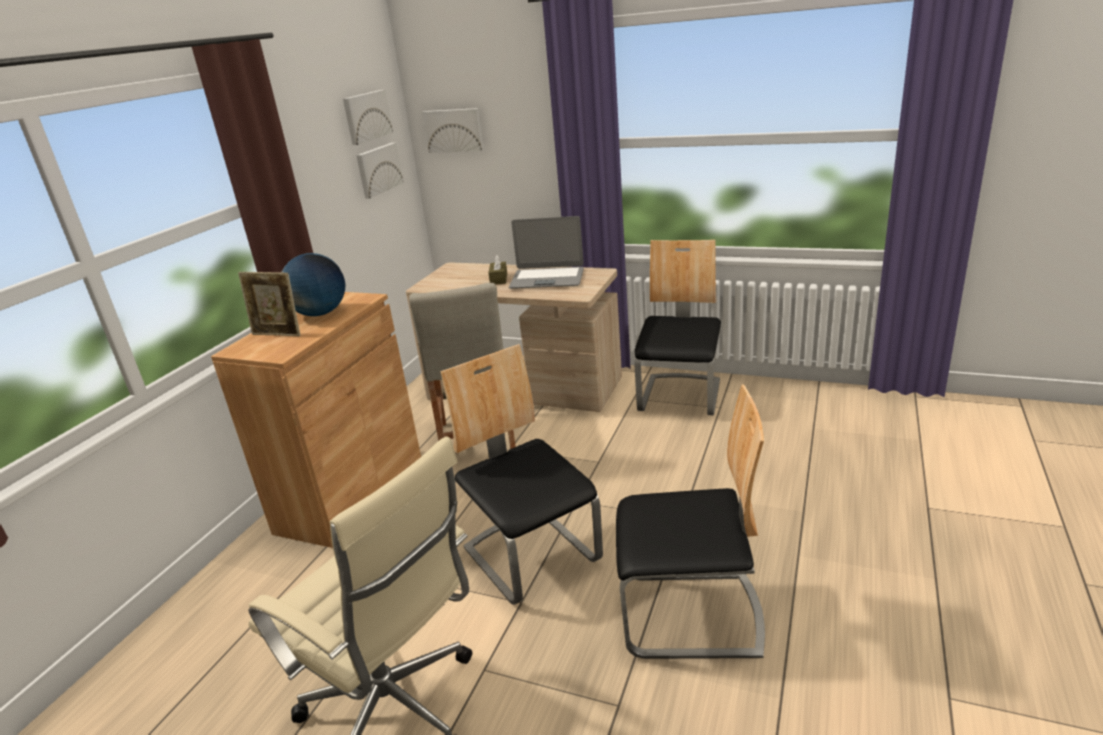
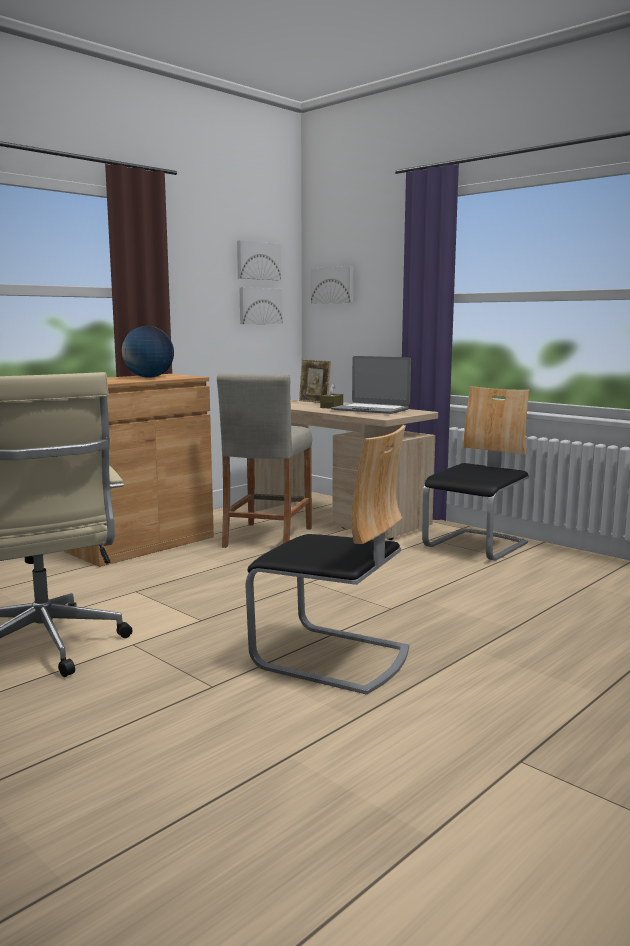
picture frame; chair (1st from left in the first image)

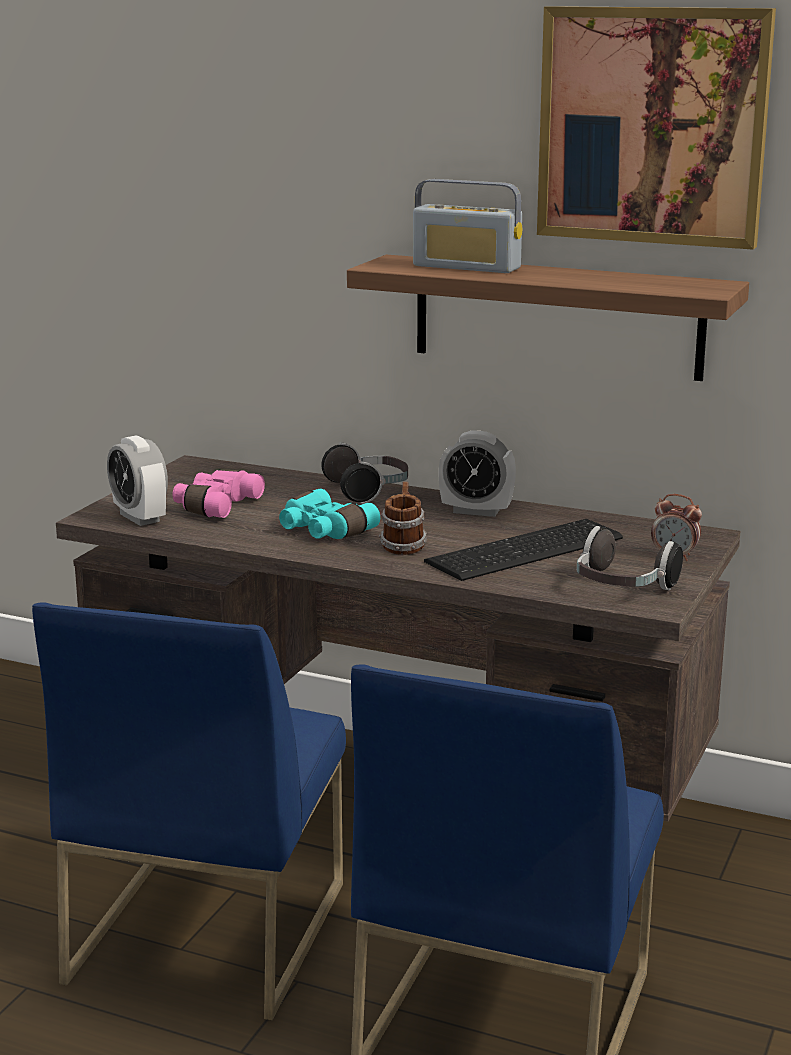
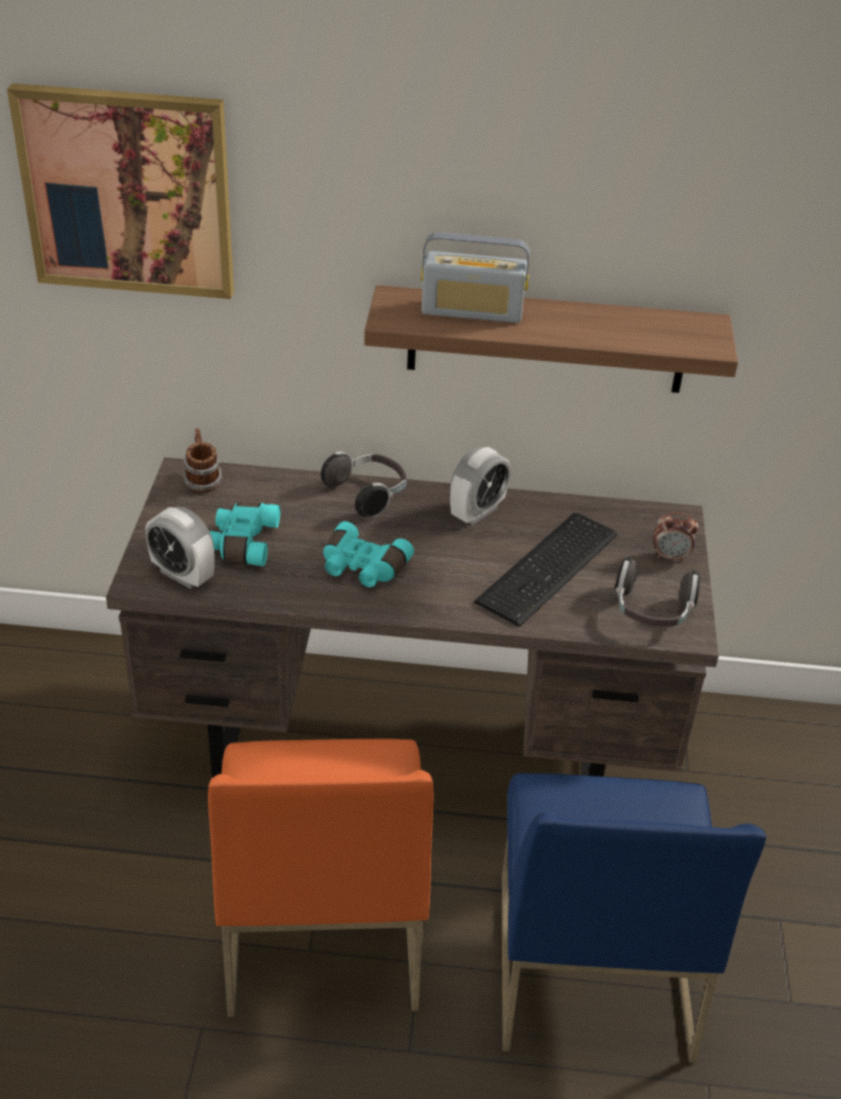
chair (orange); binoculars (turquoise) (1st from left); mug; alarm clock (2nd from left); picture

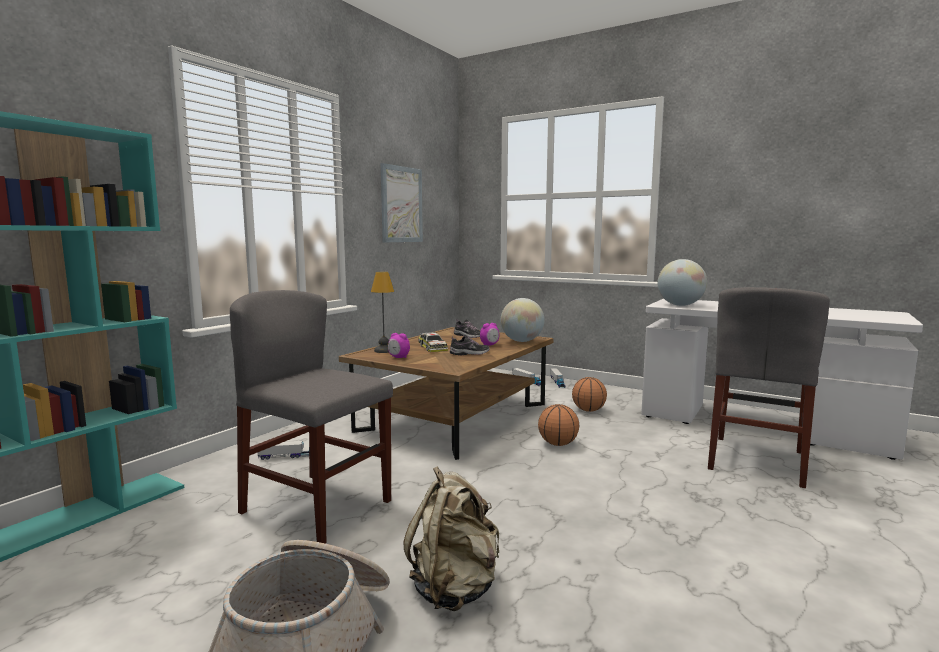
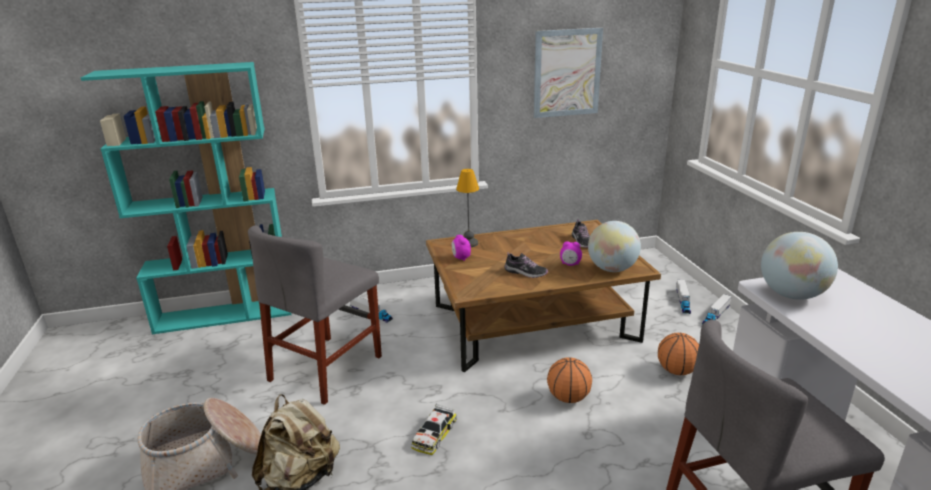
chair (grey) (1st from left); toy car

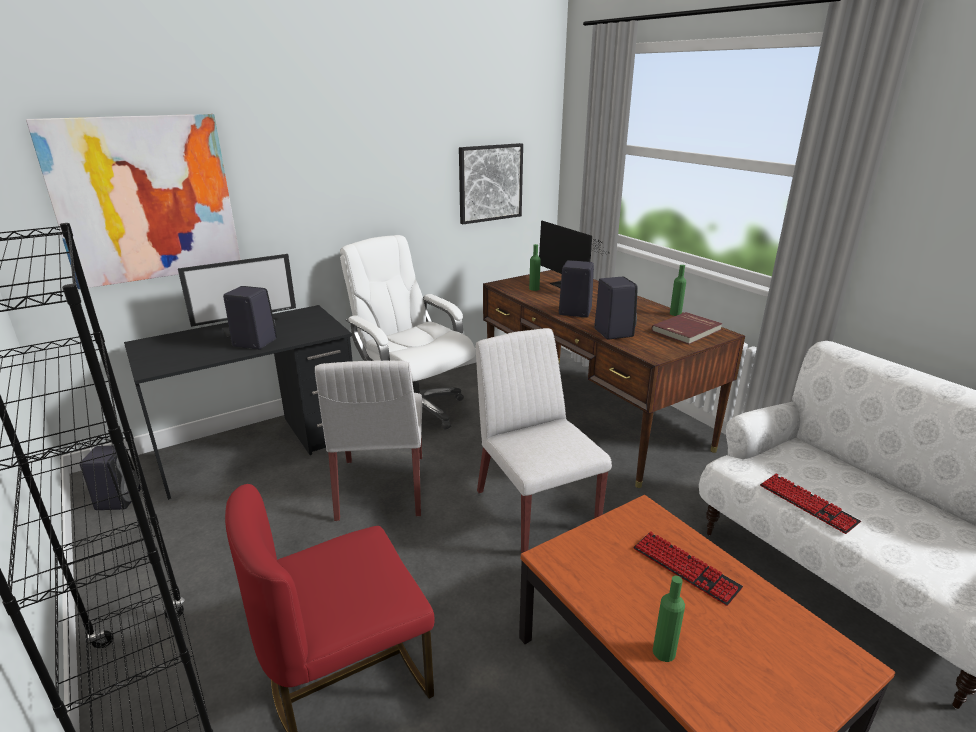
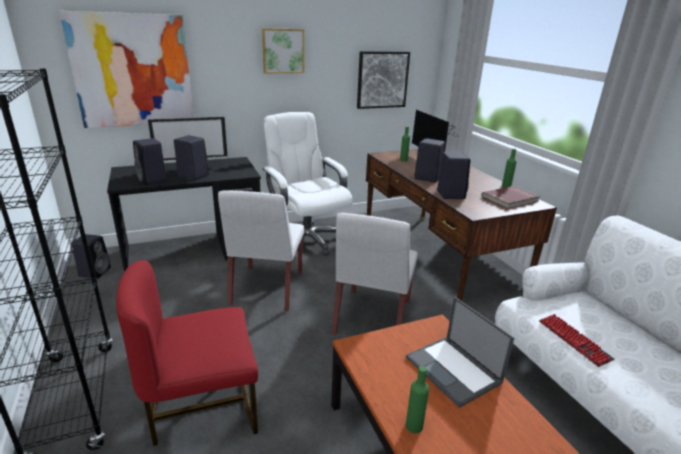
chair (white) (2nd from left); laptop; speaker (black) (2nd from left); picture (2nd from left)

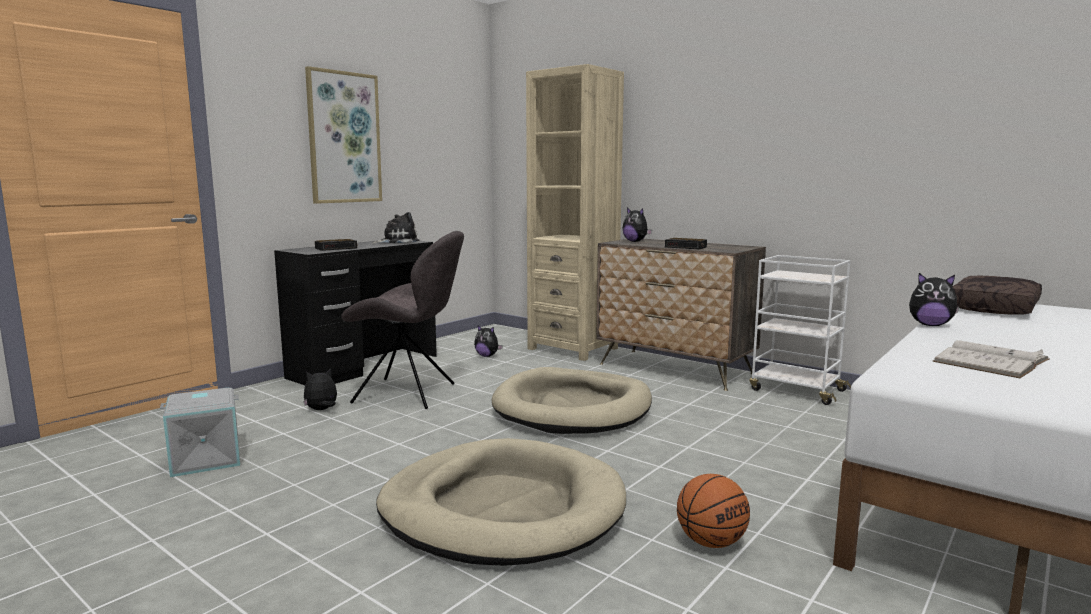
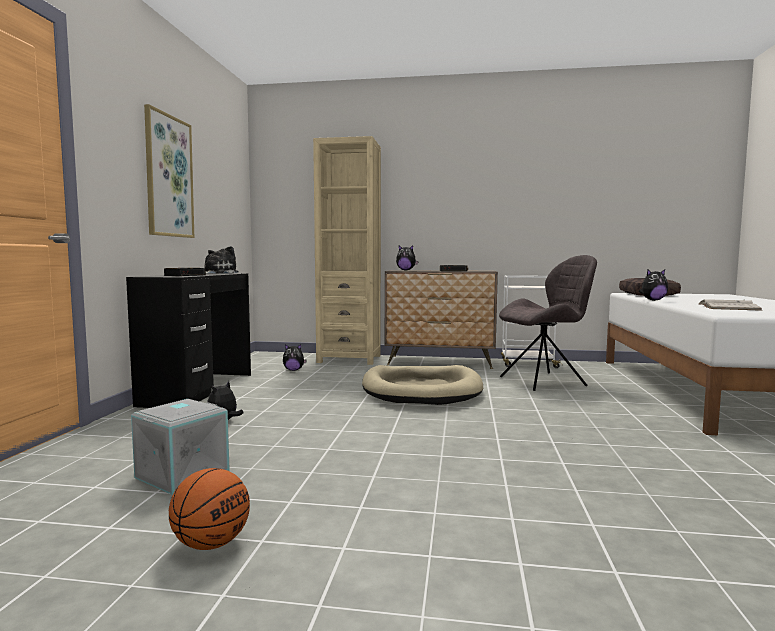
chair (grey); dog bed (beige) (1st from left in the first image); basketball

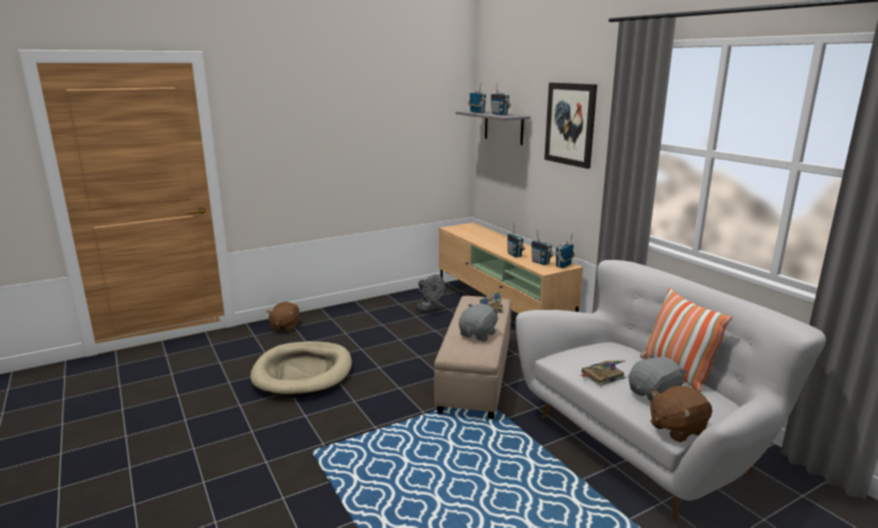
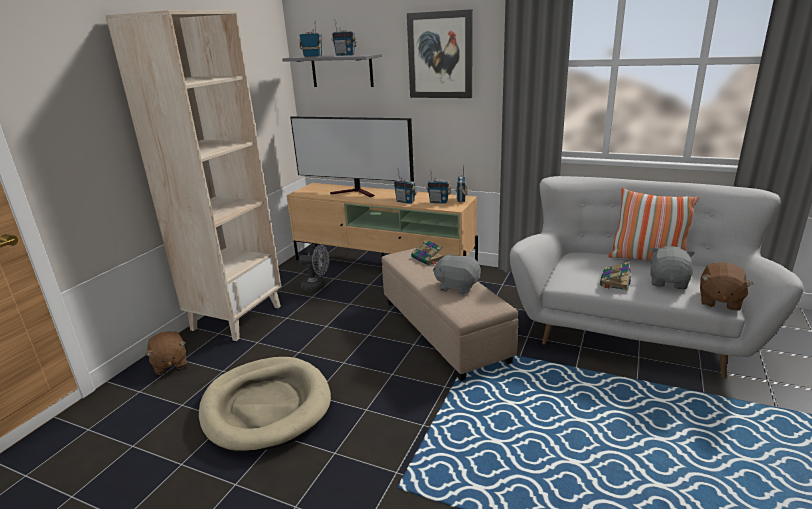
plush toy (grey) (1st from left); bookcase (beige); television

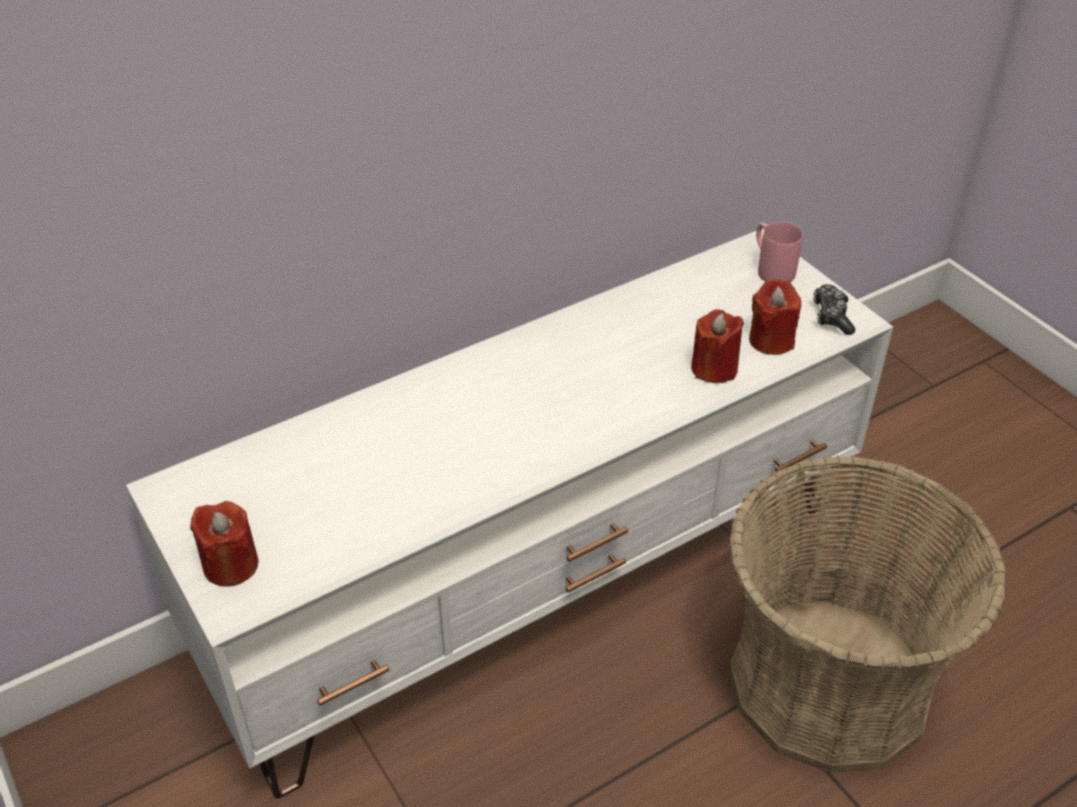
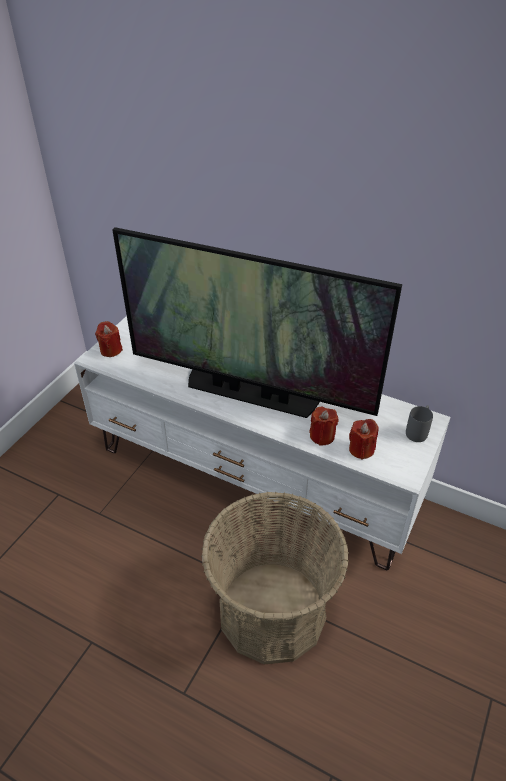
mug (grey); game controller; television

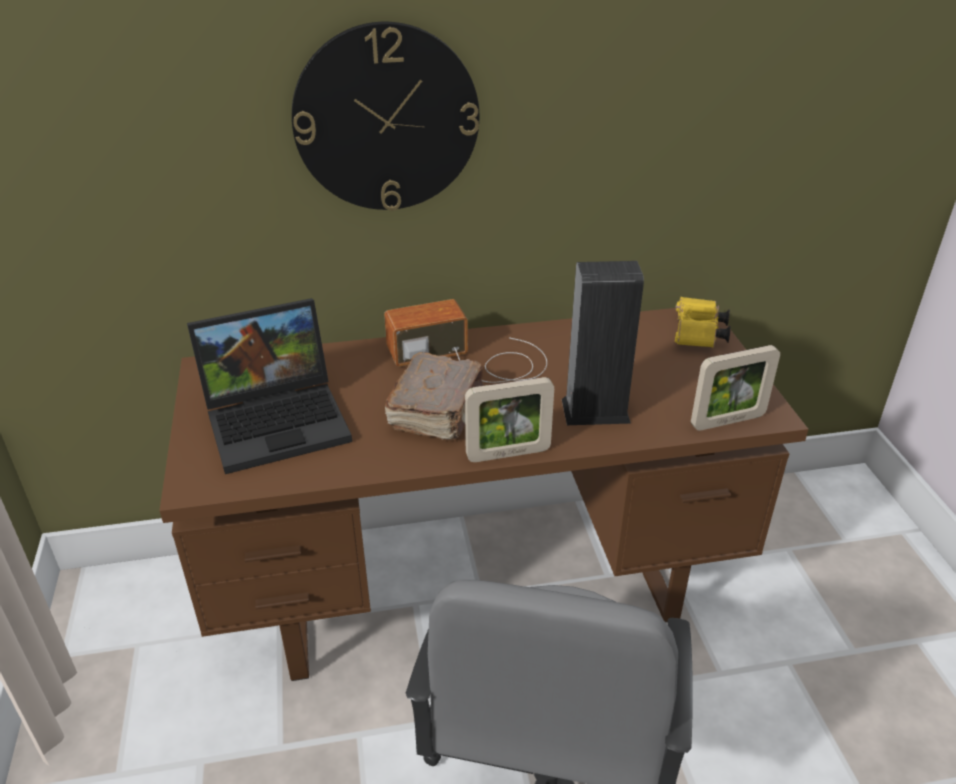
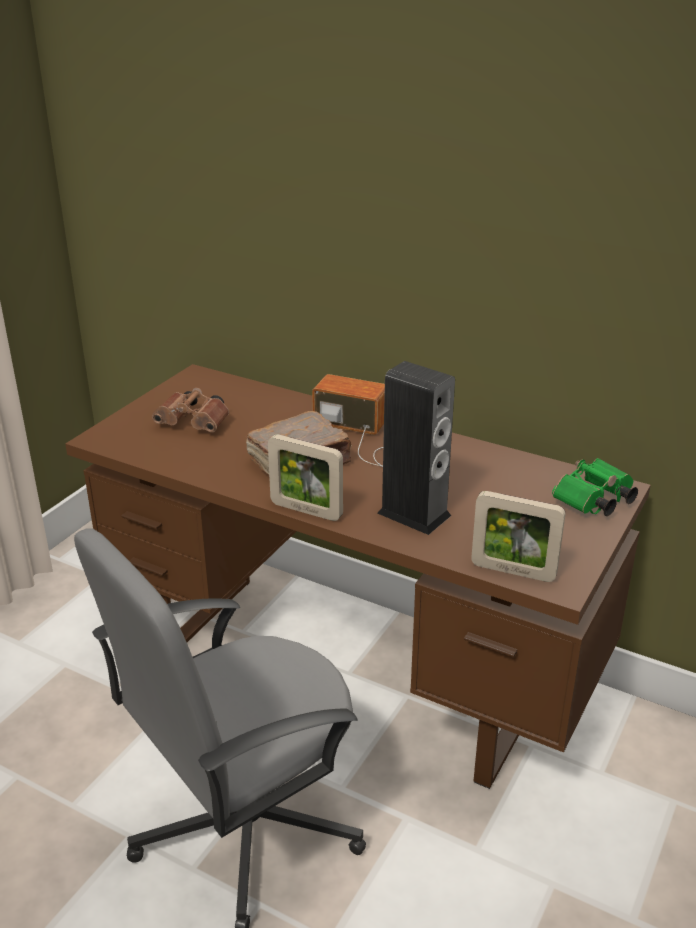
binoculars (brown); wall clock; binoculars (green)

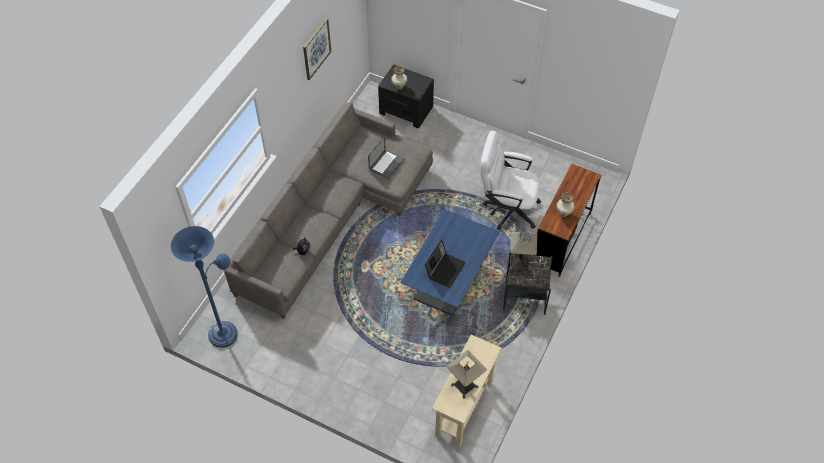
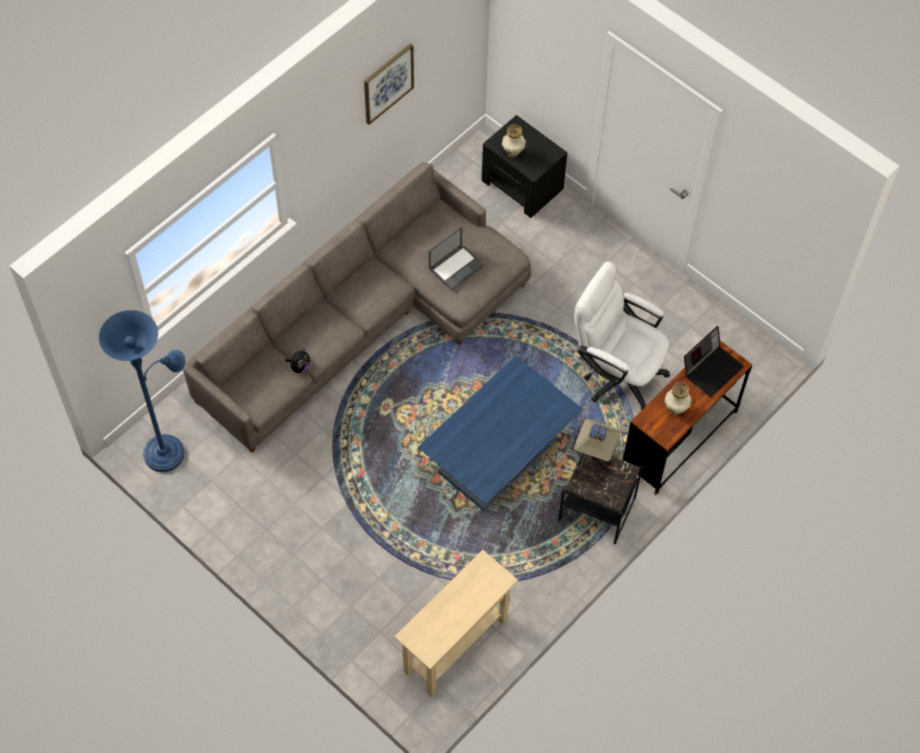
laptop (2nd from left); table lamp (1st from left in the first image)

